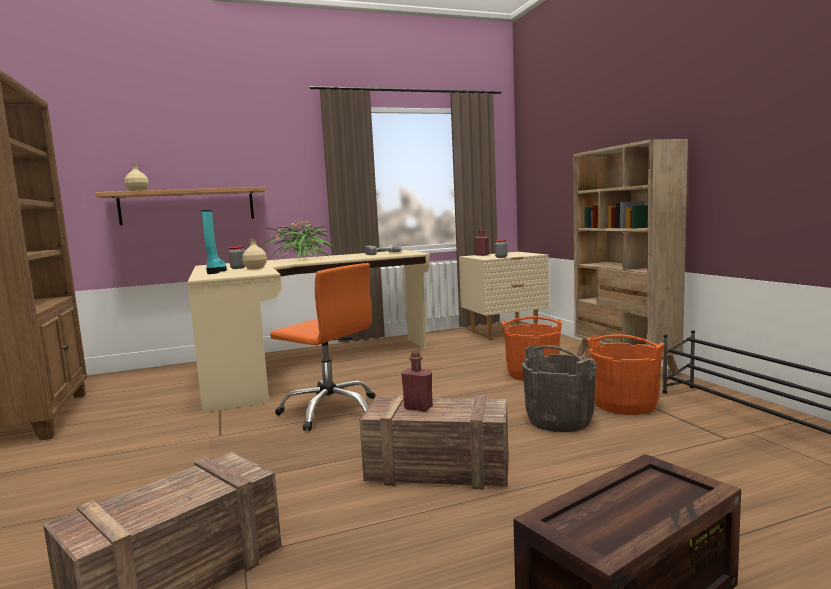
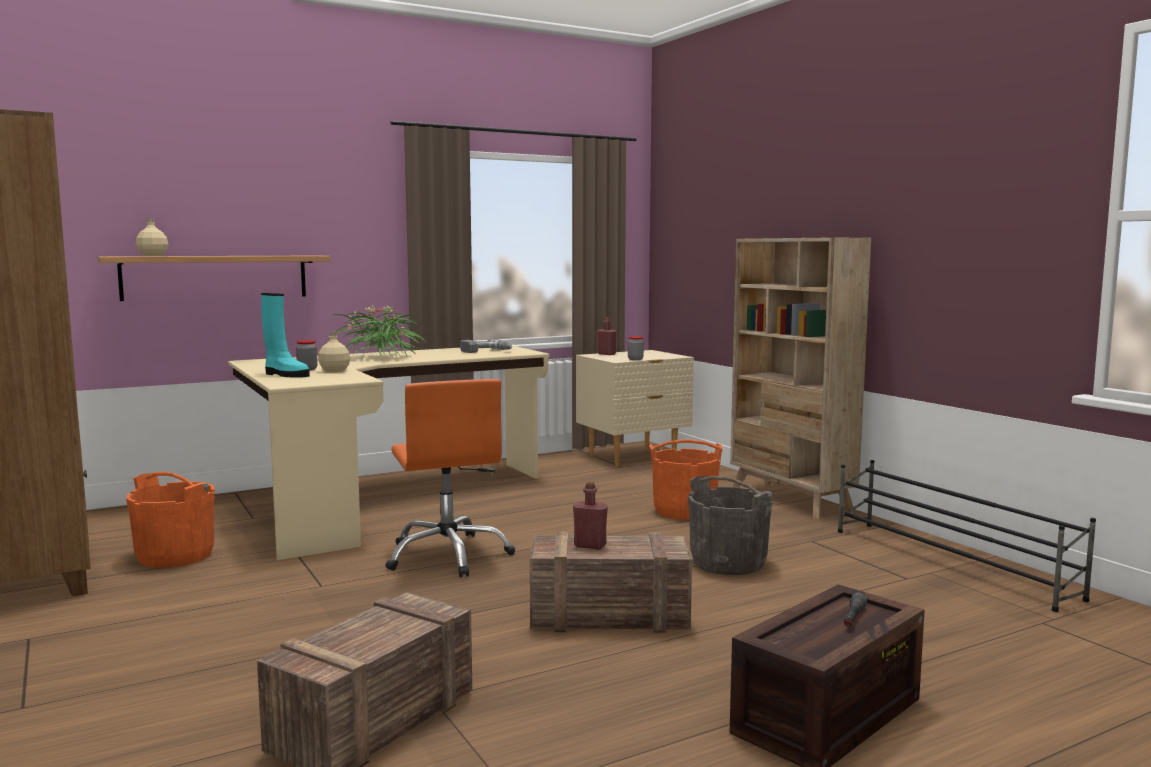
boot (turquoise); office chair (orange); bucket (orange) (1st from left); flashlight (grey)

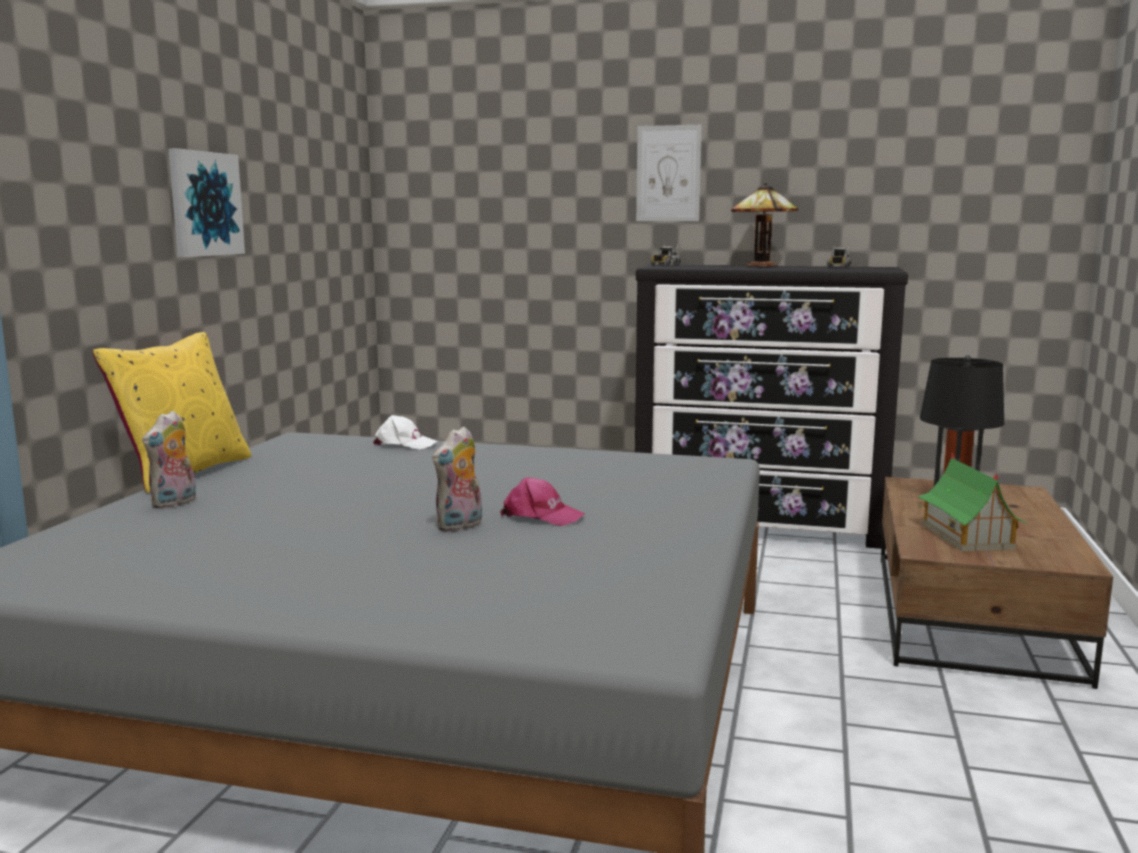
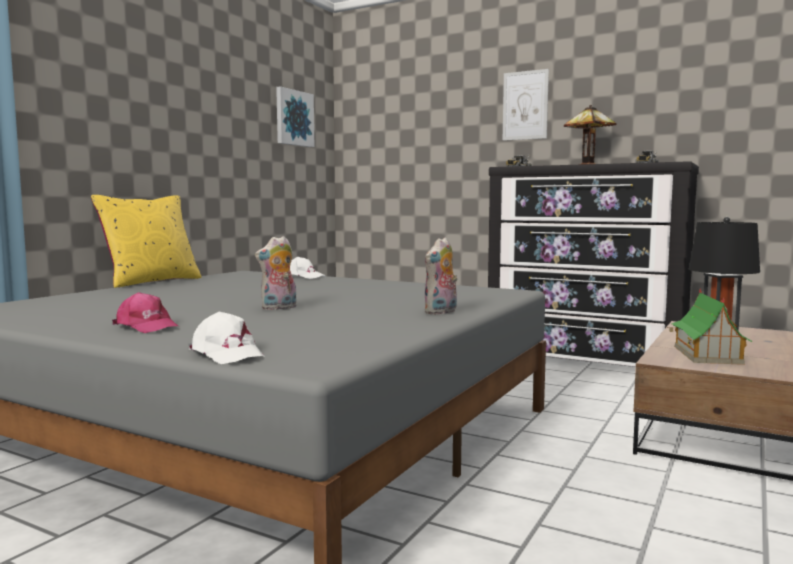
plush toy (2nd from left); picture (1st from left); cap (pink); cap (white) (1st from left)

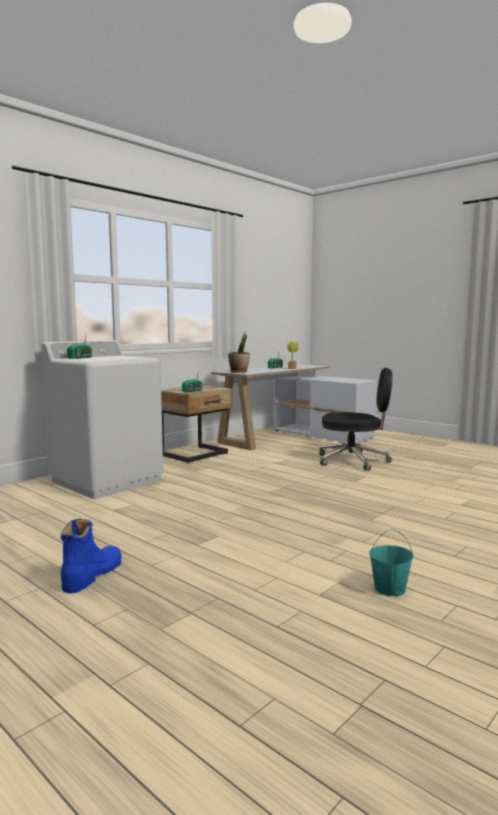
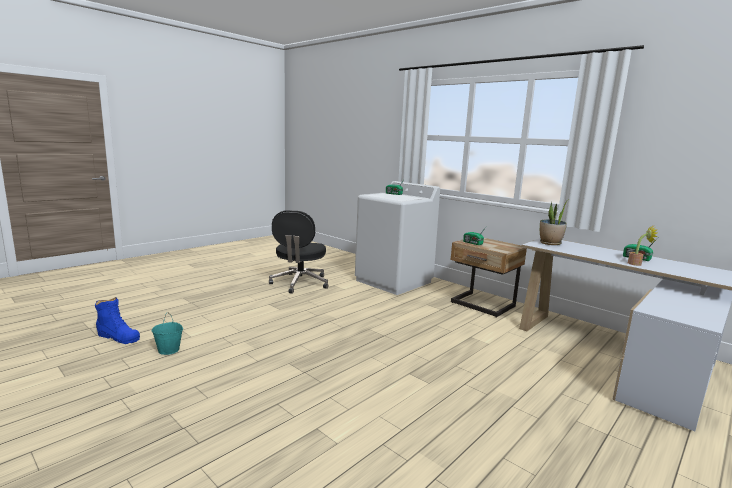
boot (blue); office chair (black)

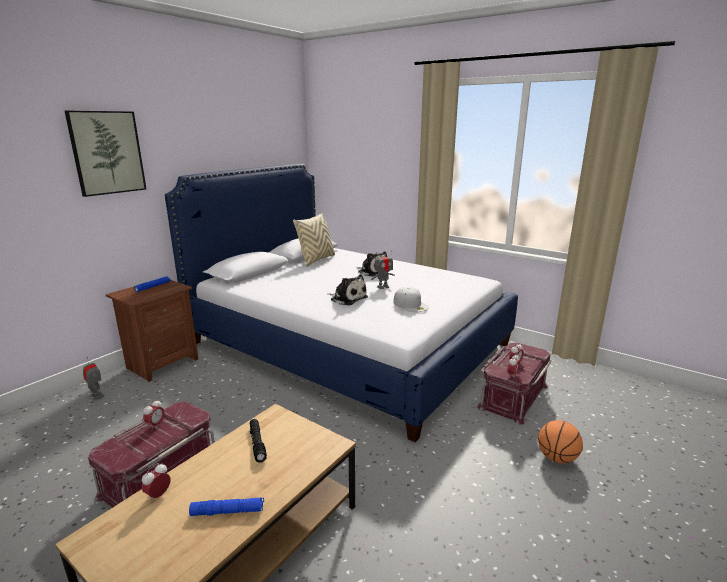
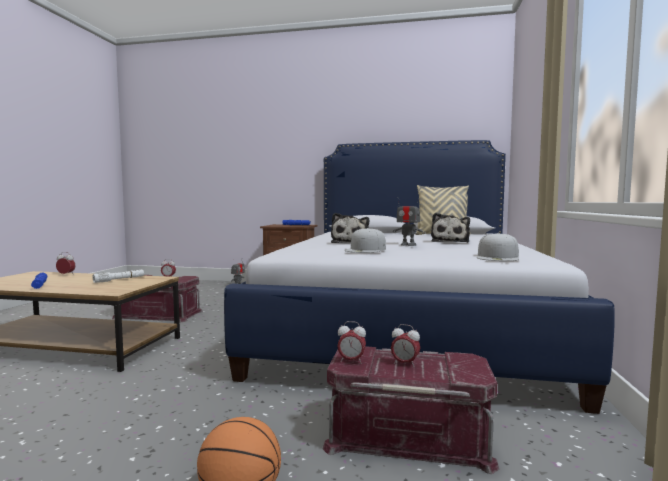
picture; flashlight (white); cap (white) (2nd from left)

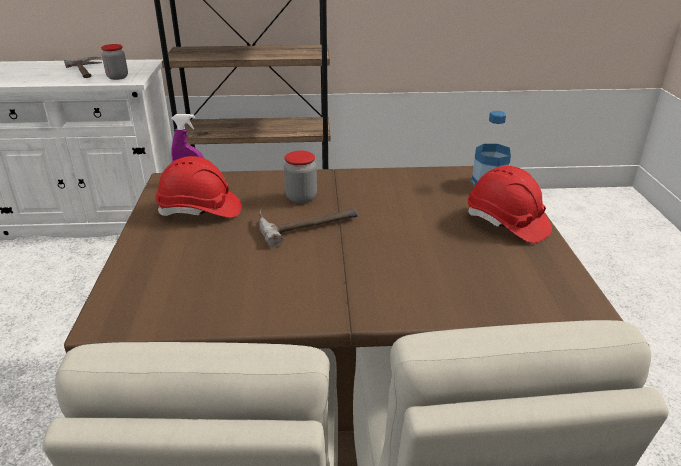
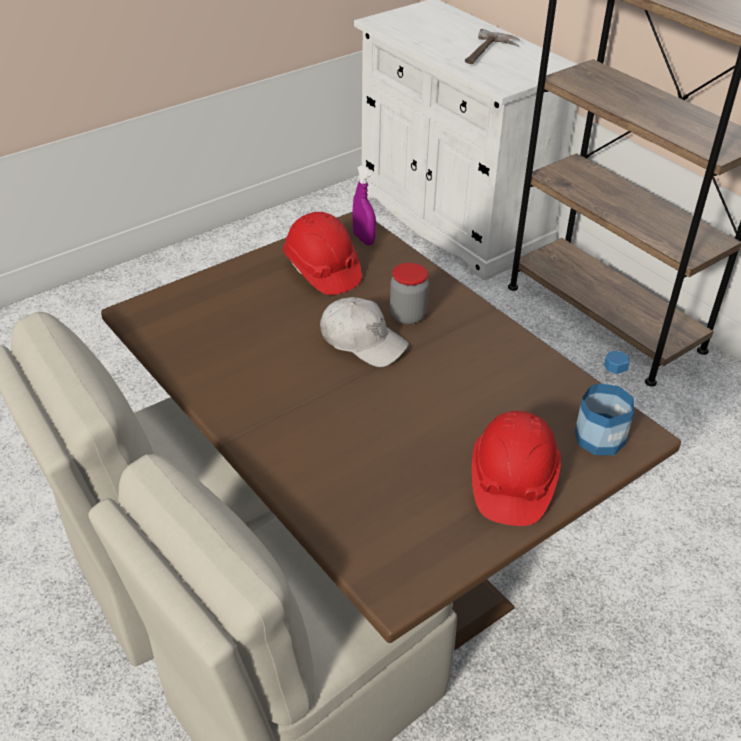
jar (1st from left in the first image); cap (white)

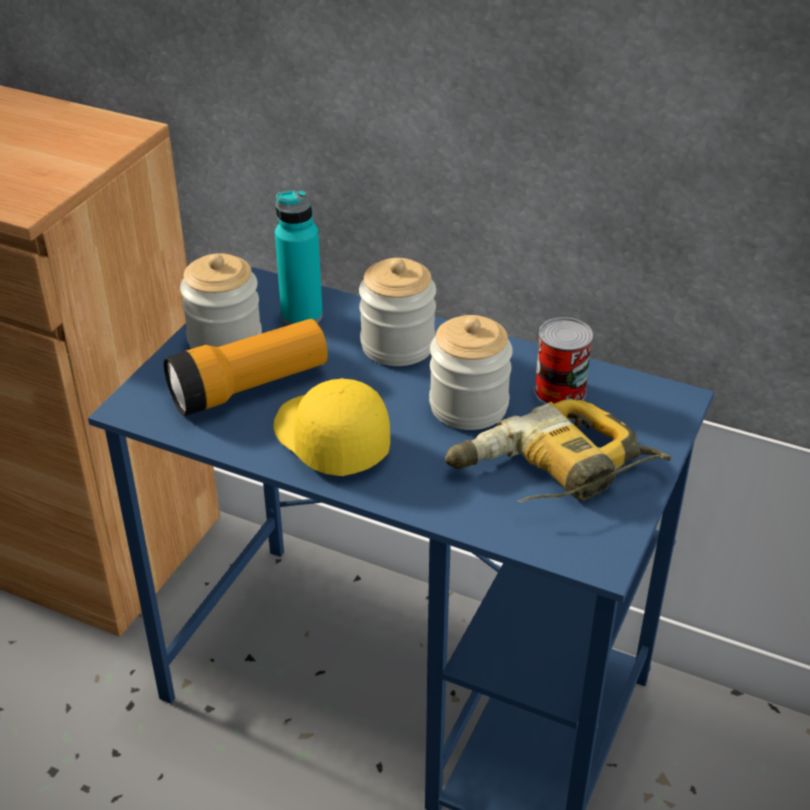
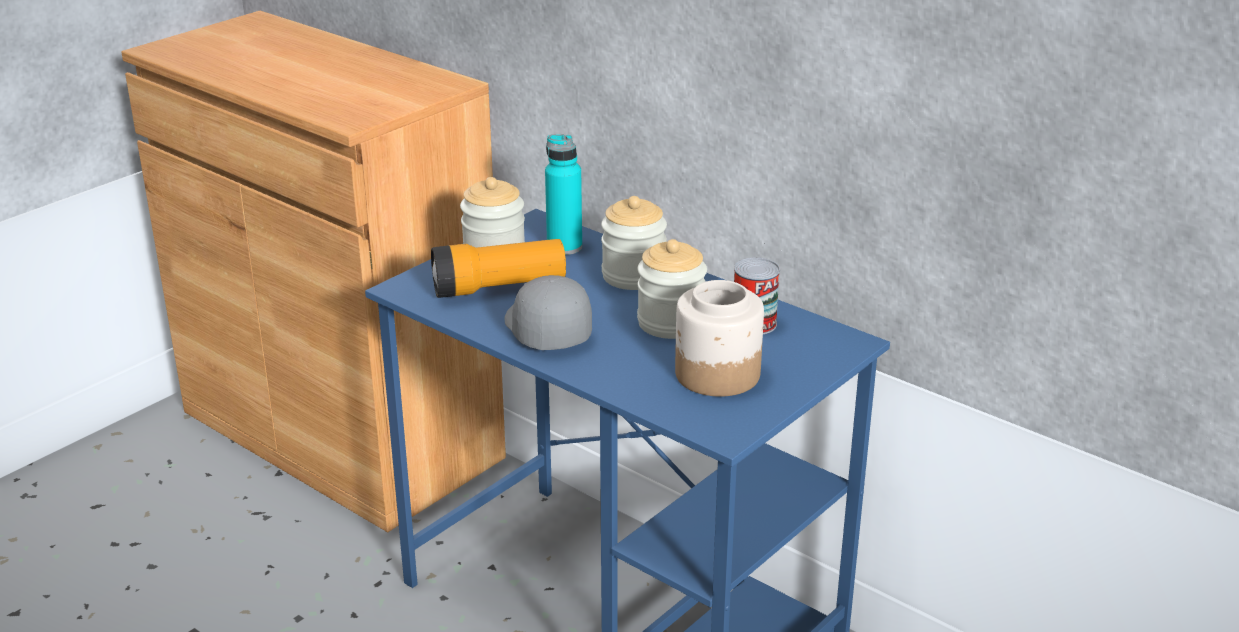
cap (grey); jar (4th from left)

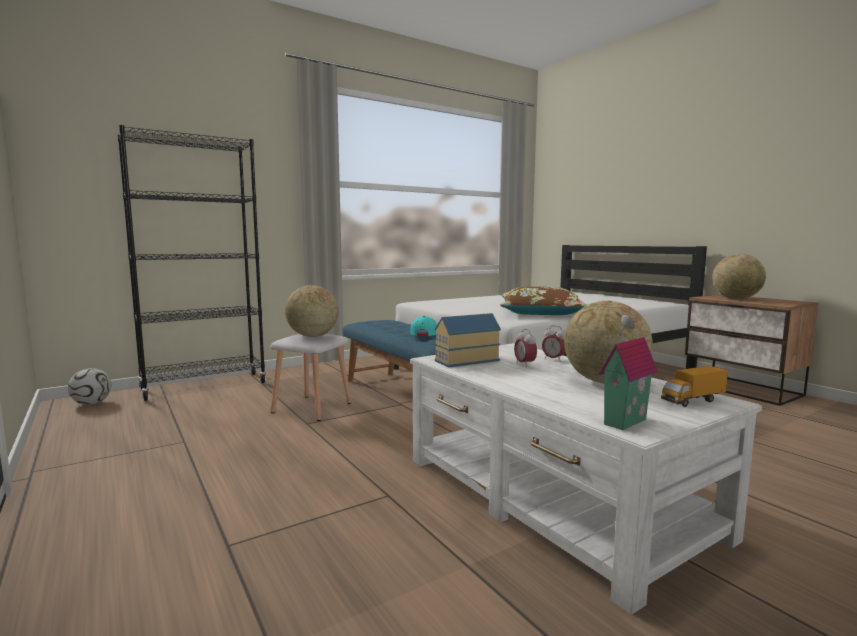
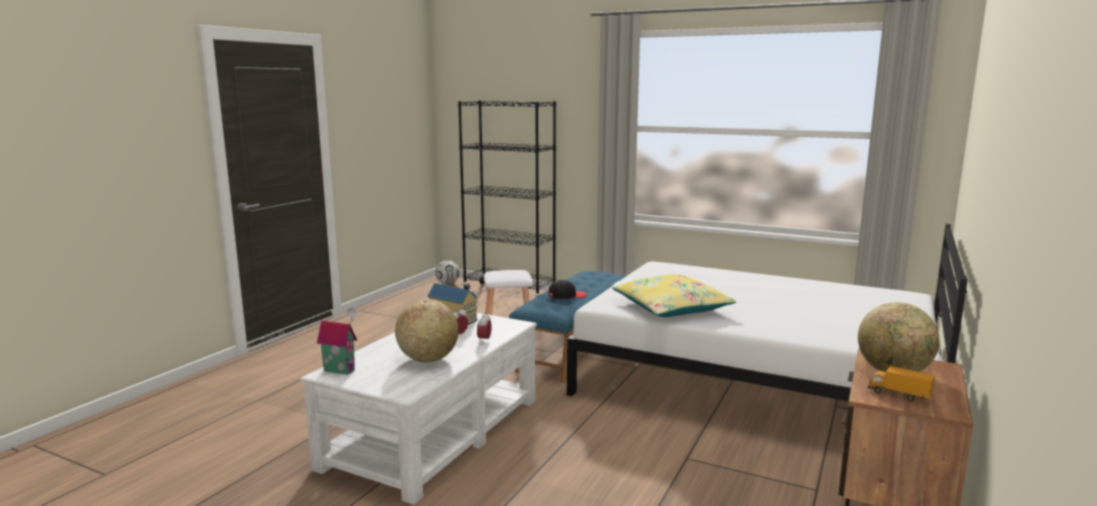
globe (1st from left in the first image); cap (black); pillow (yellow); toy truck

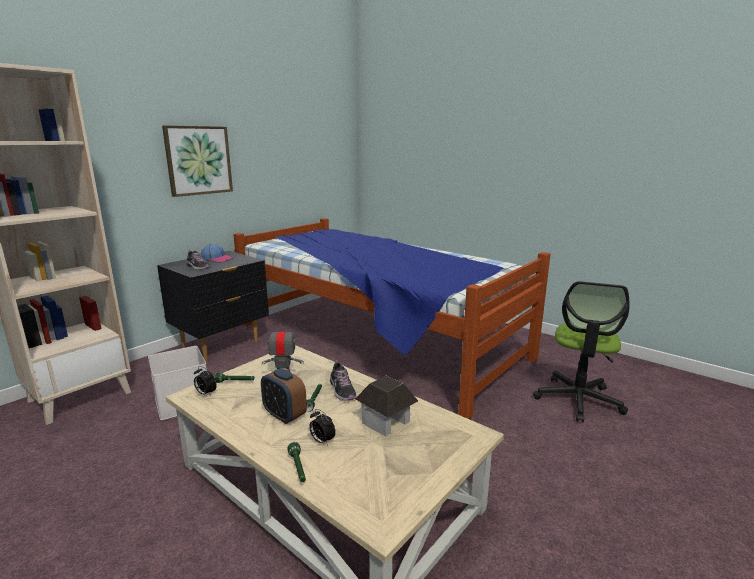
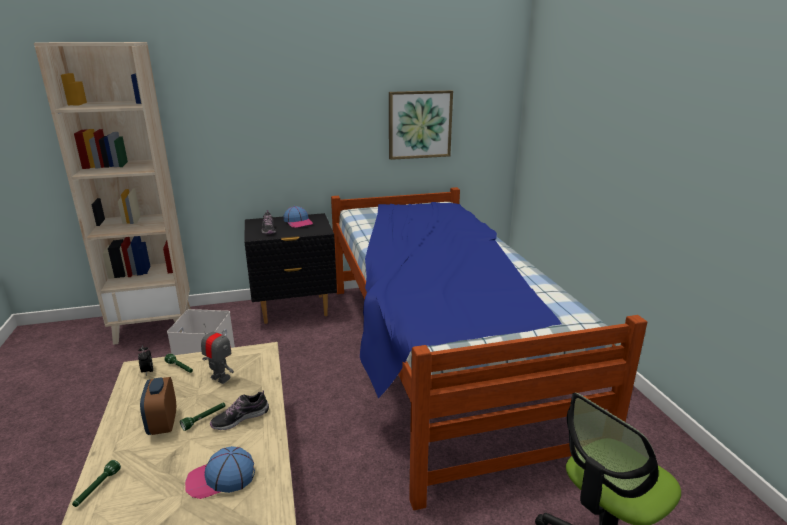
picture; alarm clock (3rd from left in the first image); shoe (1st from left); cap (1st from left)

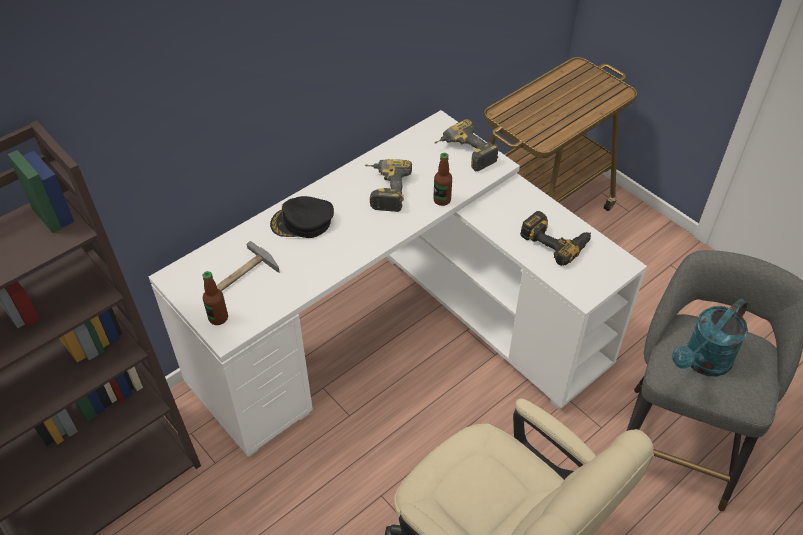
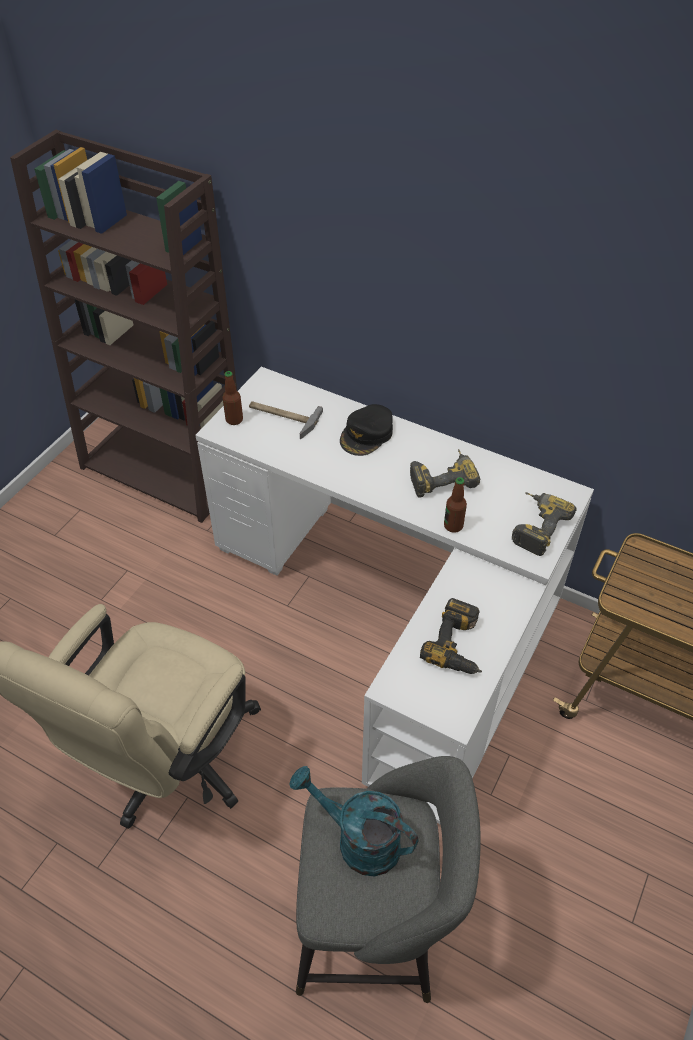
cap (black)

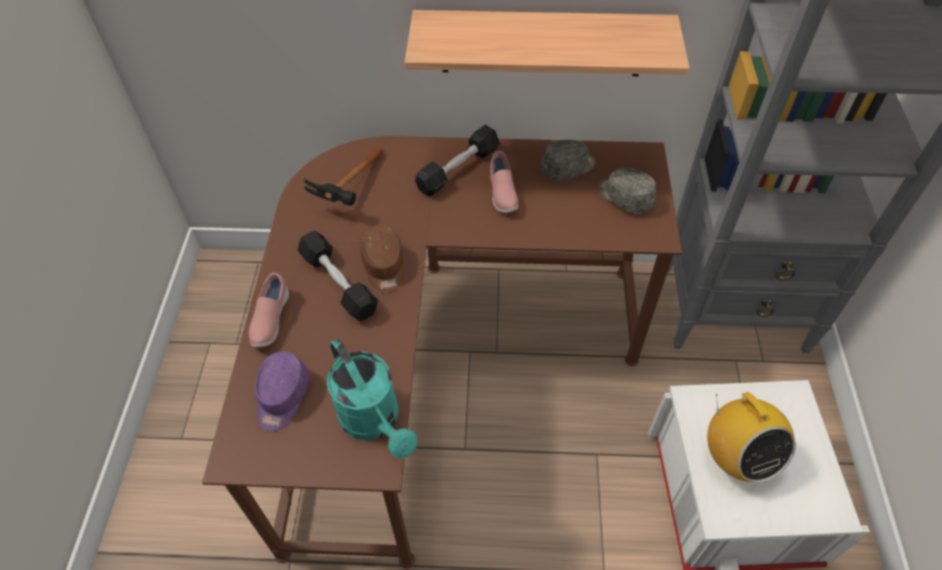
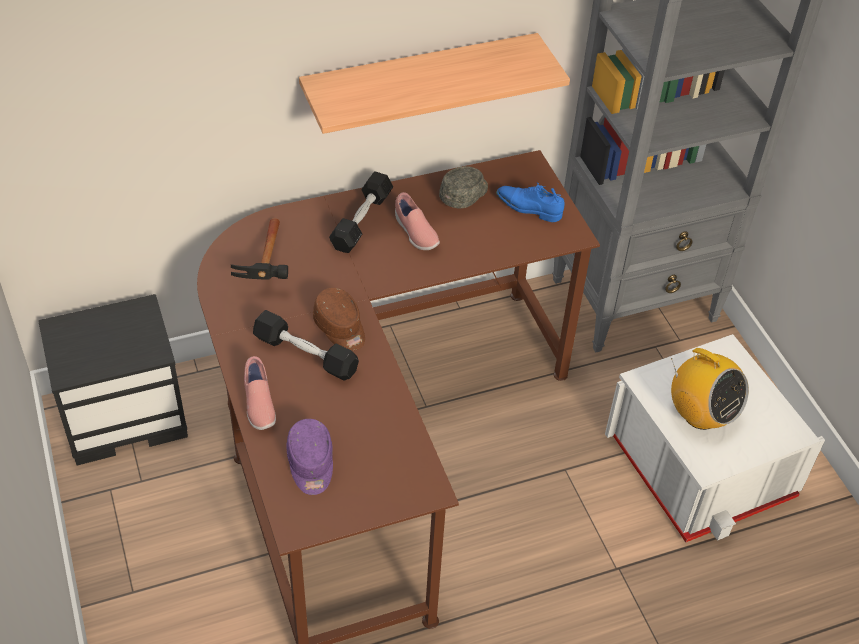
watering can (turquoise); shoe (blue); nightstand (black)

